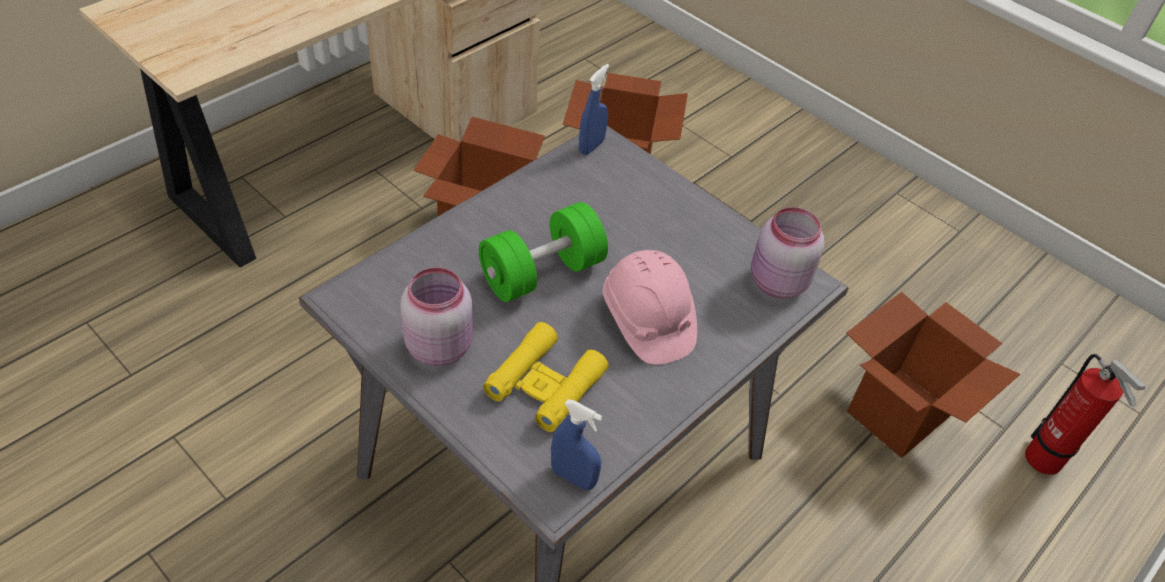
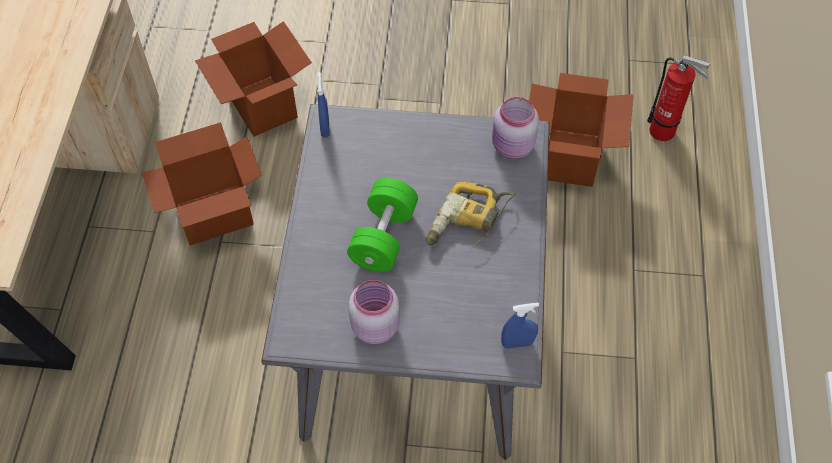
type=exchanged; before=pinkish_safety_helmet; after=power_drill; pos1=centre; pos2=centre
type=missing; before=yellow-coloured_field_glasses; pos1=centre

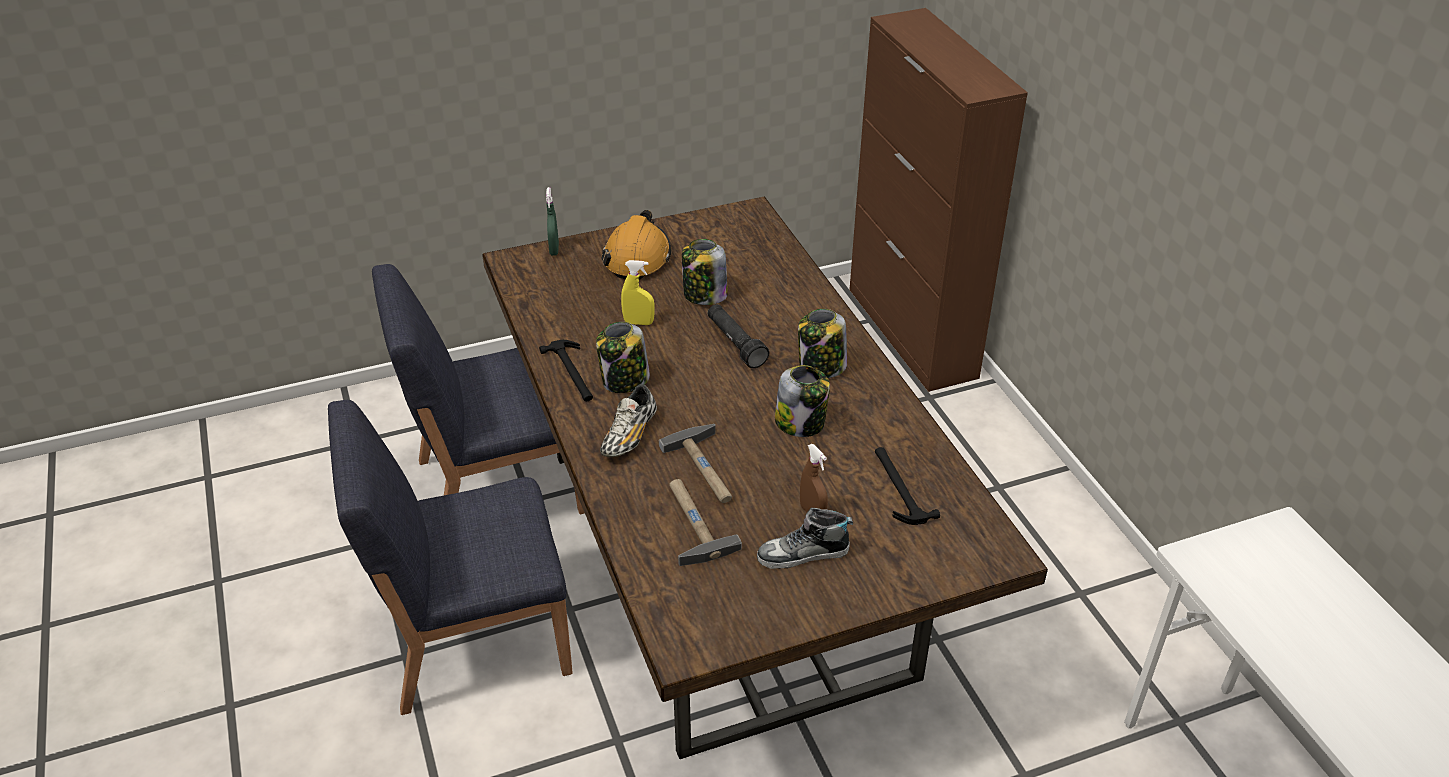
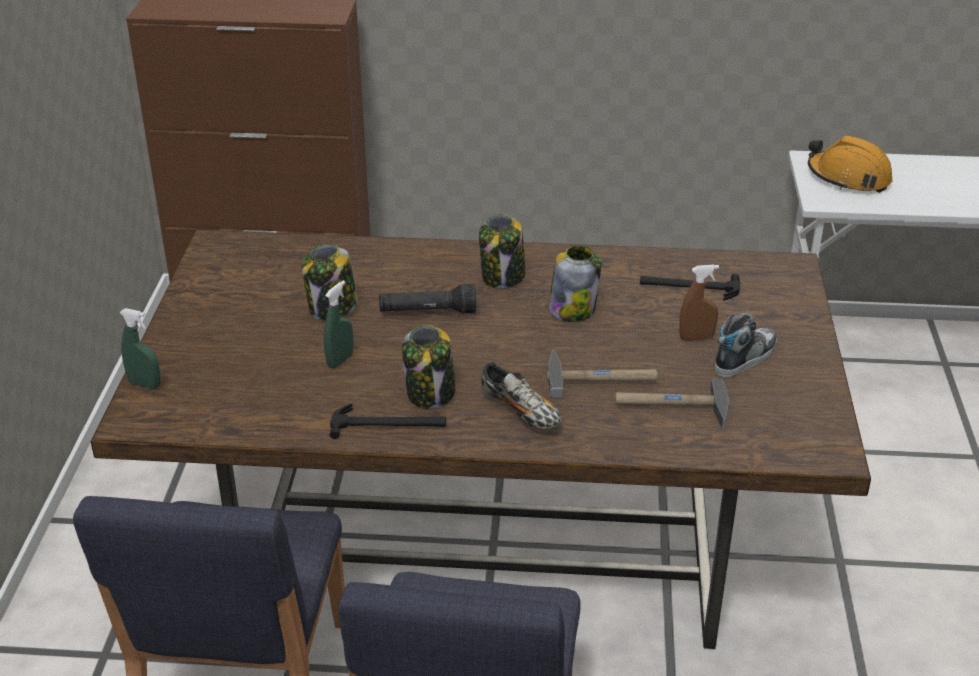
type=relocated; before=orange_safety_helmet; pos1=top centre; pos2=top right
type=colour; before=yellow-coloured_spray_bottle; after=green_spray_bottle (no. 2 from left); pos1=centre; pos2=centre
type=spun; before=item_of_footwear (no. 2 from left); pos1=bottom centre; pos2=middle right; turn=-150

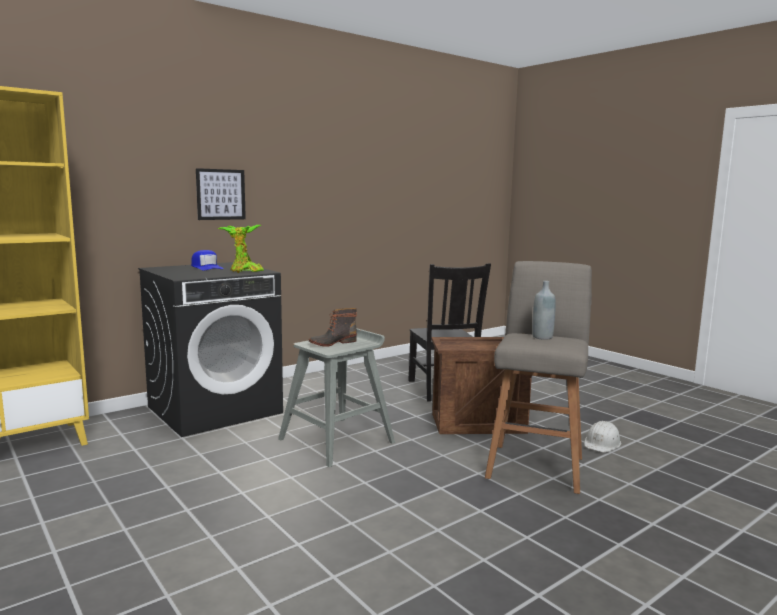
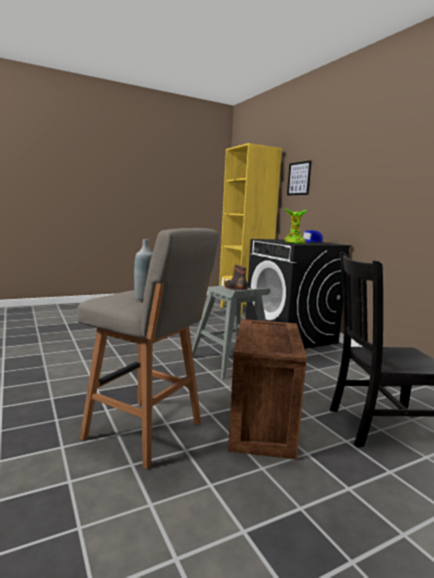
type=relocated; before=wall_art; pos1=top left; pos2=top right
type=missing; before=white_safety_helmet; pos1=bottom right

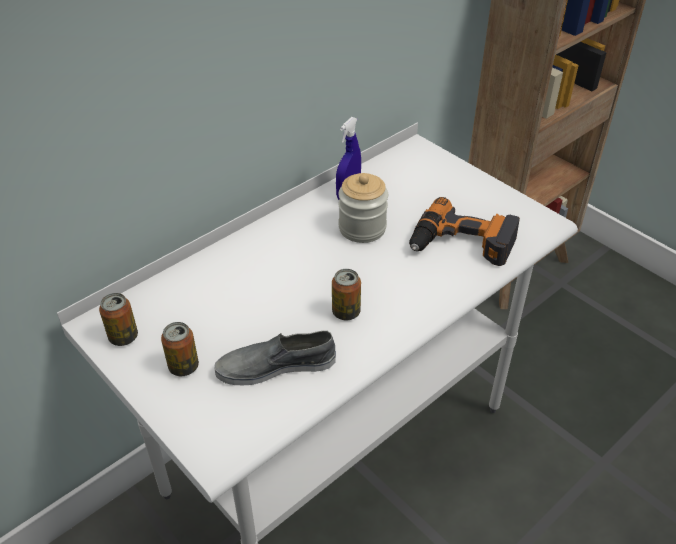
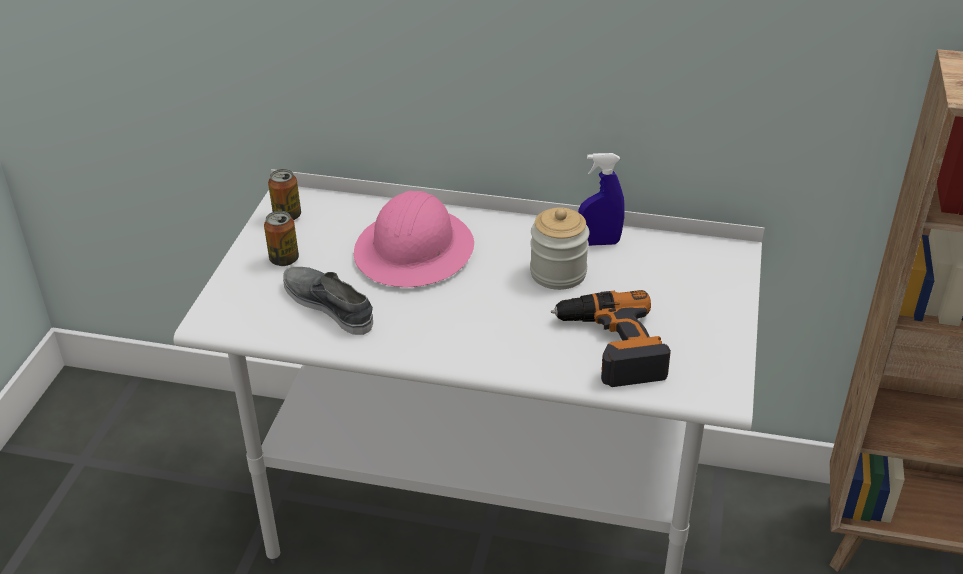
type=missing; before=sealed_can (no. 3 from left); pos1=centre
type=appeared; after=pinkish_safety_helmet; pos2=centre

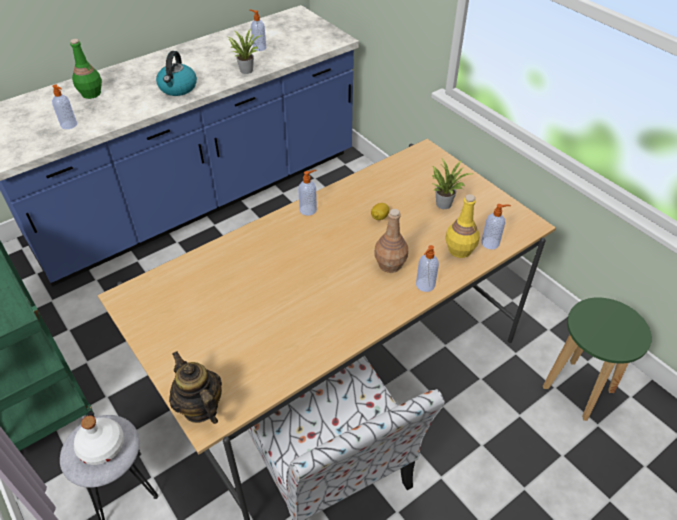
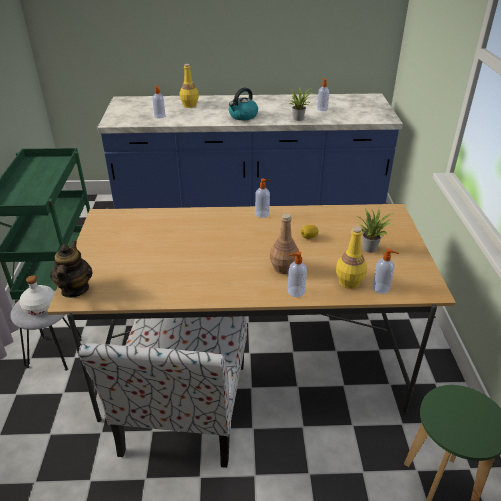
type=colour; before=green_beverage_bottle; after=yellow-coloured_beverage_bottle (no. 1 from left); pos1=top left; pos2=top centre

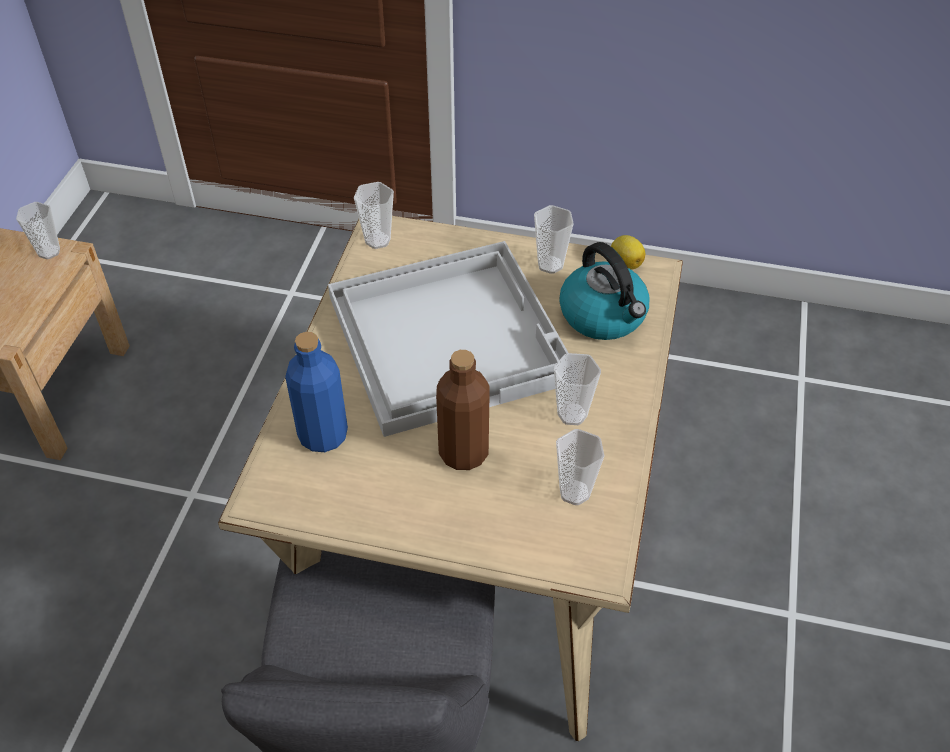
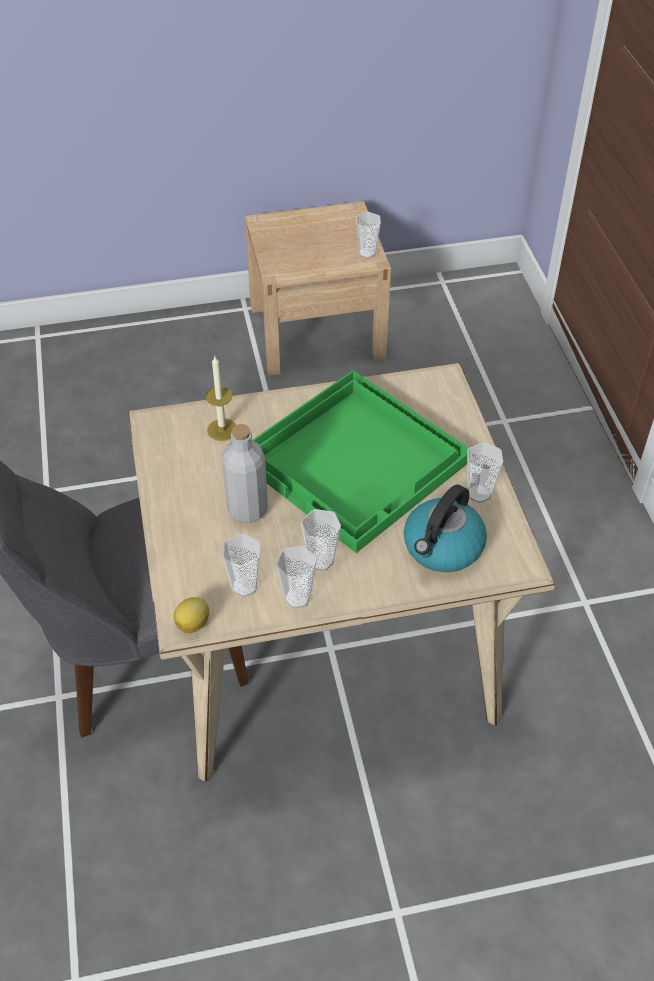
type=relocated; before=small_cup (no. 2 from left); pos1=top centre; pos2=centre
type=relocated; before=lemon; pos1=centre; pos2=middle left
type=colour; before=white_tray; after=green_tray; pos1=centre; pos2=centre
type=exchanged; before=blue_beverage_bottle; after=candle; pos1=middle left; pos2=centre
type=colour; before=brown-coloured_beverage_bottle; after=gray_beverage_bottle; pos1=centre; pos2=centre

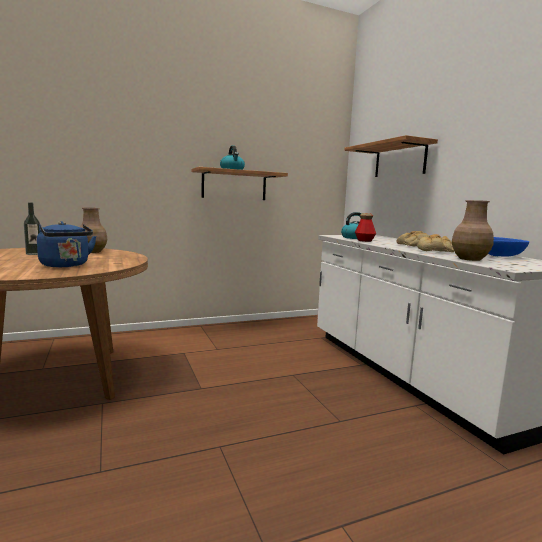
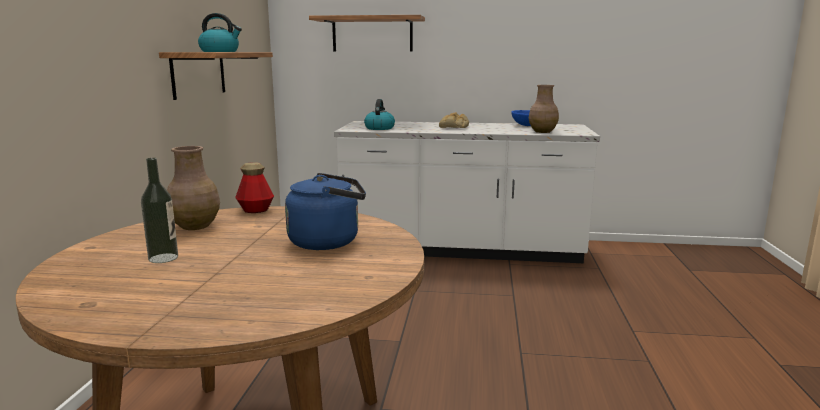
type=relocated; before=beverage_bottle (no. 2 from left); pos1=middle right; pos2=middle left
type=missing; before=bakery_bread (no. 2 from left); pos1=middle right

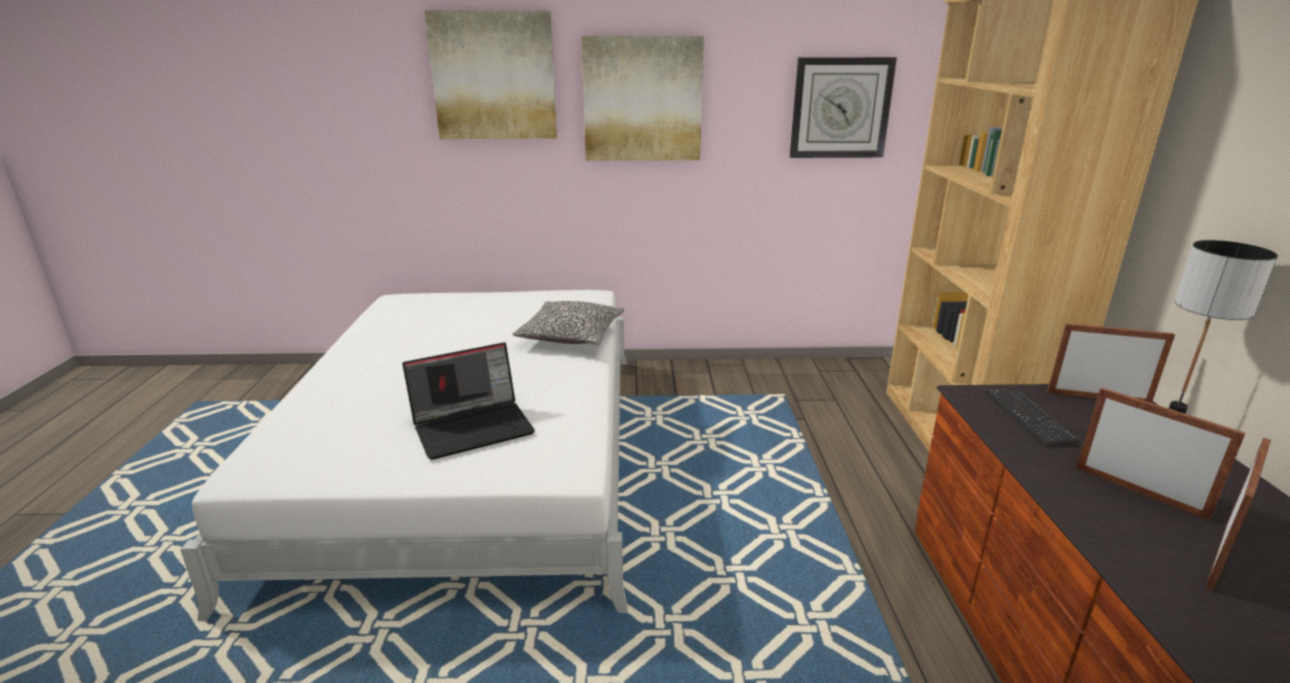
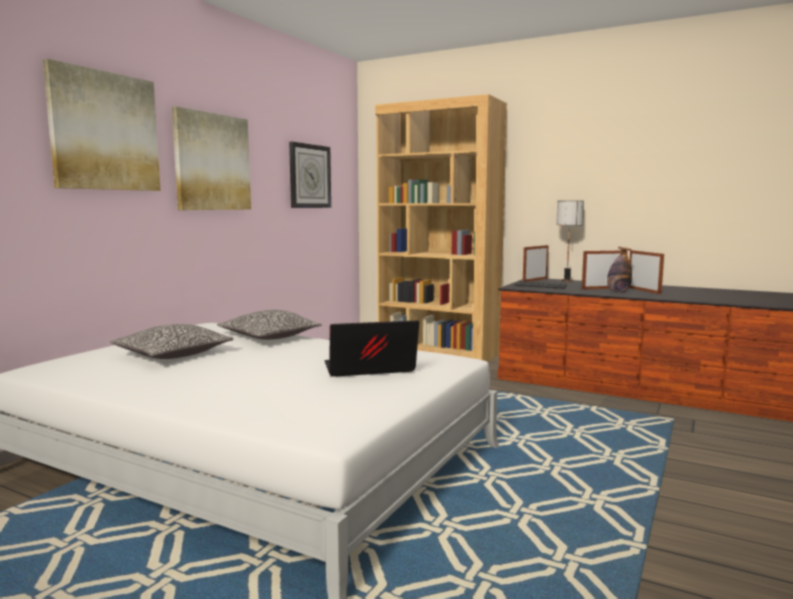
type=spun; before=portable_computer; pos1=centre; pos2=centre; turn=-105
type=appeared; after=beverage_bottle; pos2=middle right
type=appeared; after=pillow (no. 1 from left); pos2=middle left

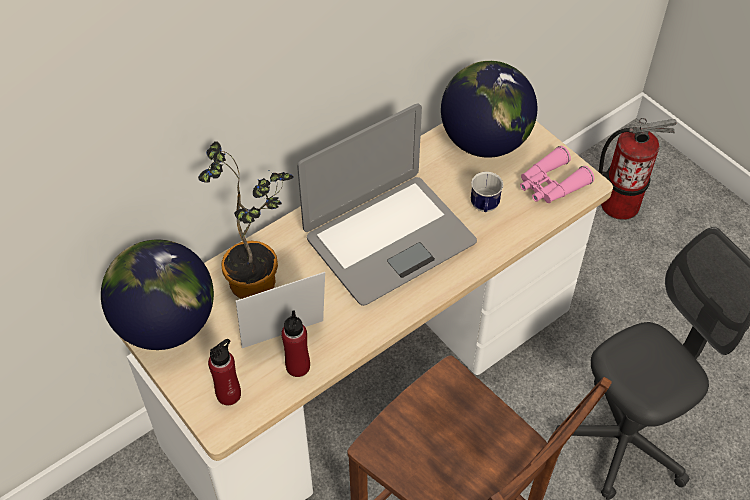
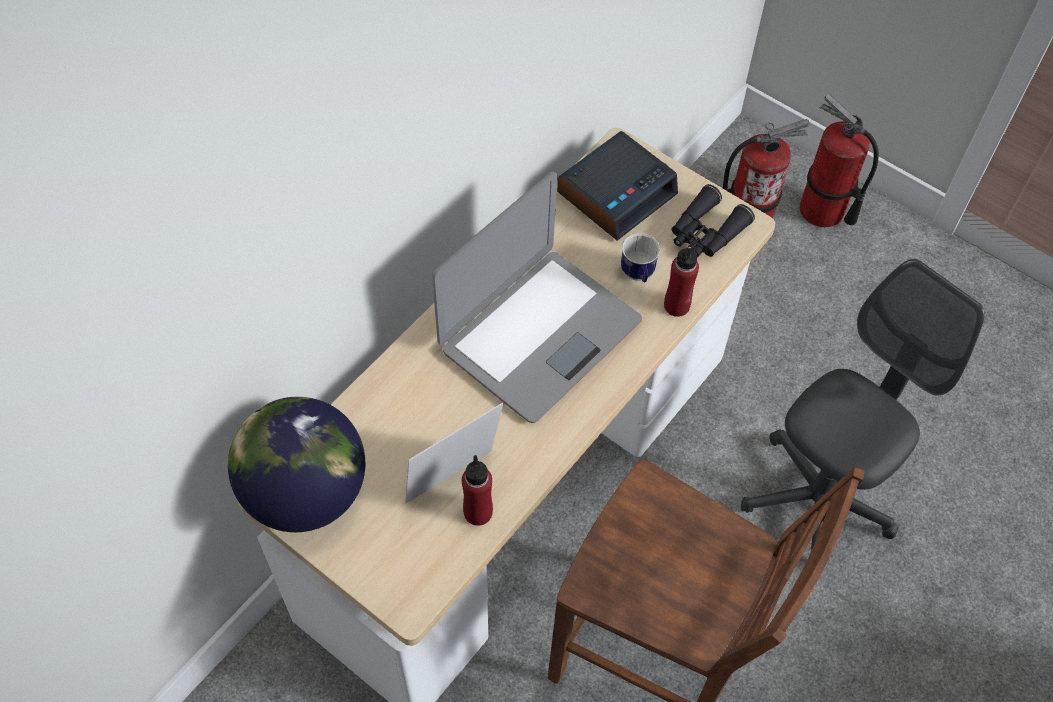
type=exchanged; before=world_globe (no. 2 from left); after=bedside_clock; pos1=top centre; pos2=top centre
type=missing; before=plant_in_a_pot; pos1=middle left
type=colour; before=pinkish_field_glasses; after=black-coloured_field_glasses; pos1=middle right; pos2=top right
type=relocated; before=reddish_beverage_bottle (no. 1 from left in the first image); after=reddish_beverage_bottle (no. 2 from left); pos1=bottom left; pos2=centre
type=appeared; after=fire-fighting_cylinder (no. 2 from left); pos2=top right

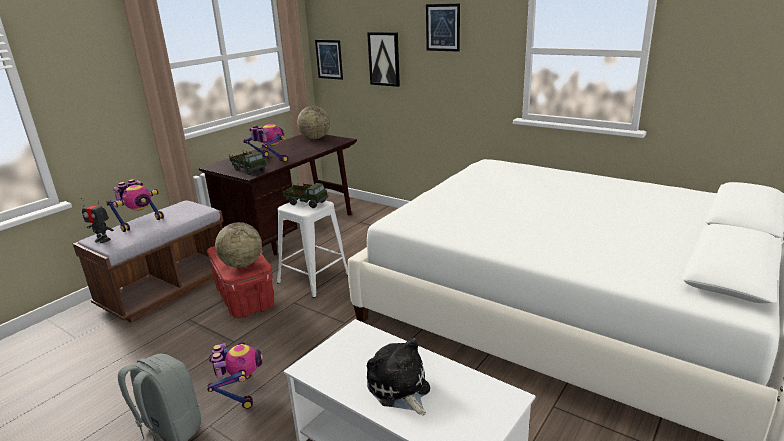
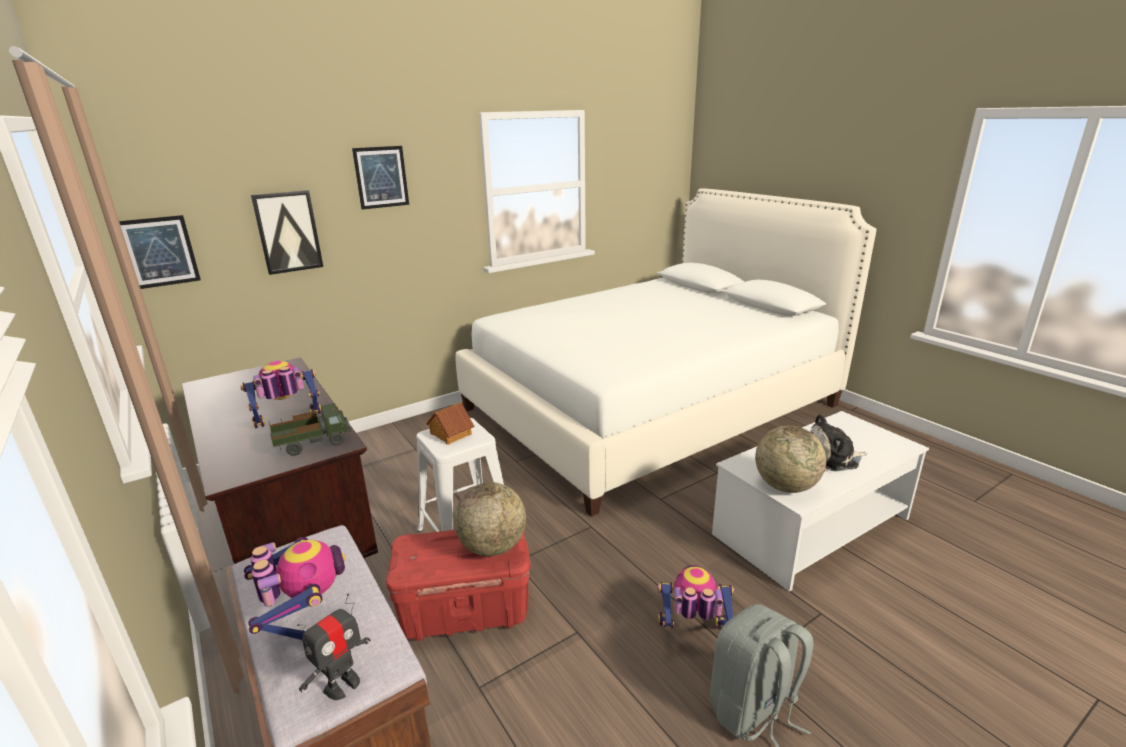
type=relocated; before=world_globe (no. 2 from left); pos1=top centre; pos2=middle right
type=exchanged; before=model_truck (no. 2 from left); after=toy_house; pos1=centre; pos2=centre

